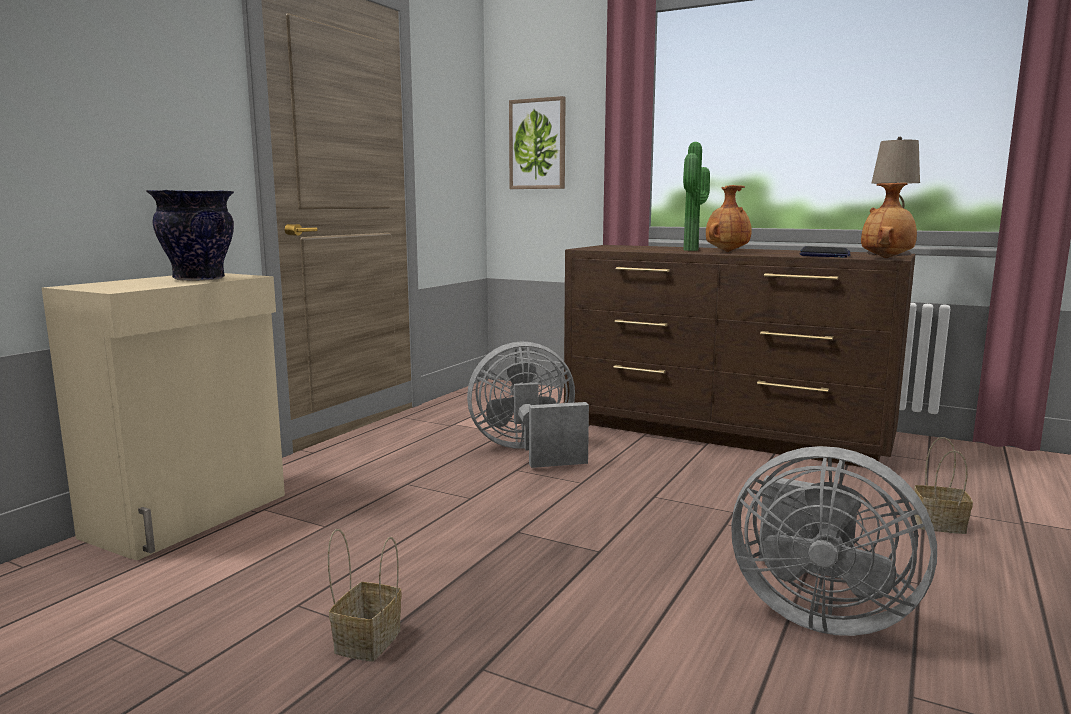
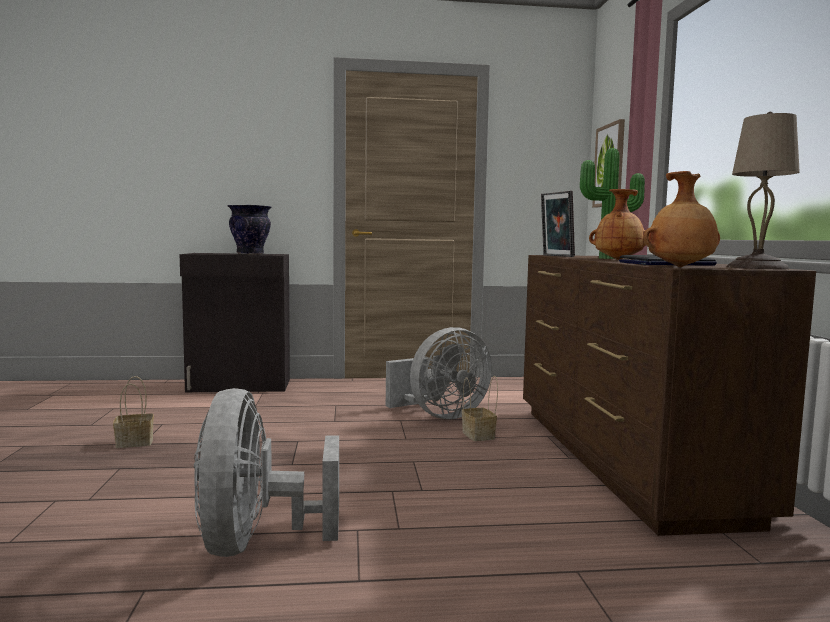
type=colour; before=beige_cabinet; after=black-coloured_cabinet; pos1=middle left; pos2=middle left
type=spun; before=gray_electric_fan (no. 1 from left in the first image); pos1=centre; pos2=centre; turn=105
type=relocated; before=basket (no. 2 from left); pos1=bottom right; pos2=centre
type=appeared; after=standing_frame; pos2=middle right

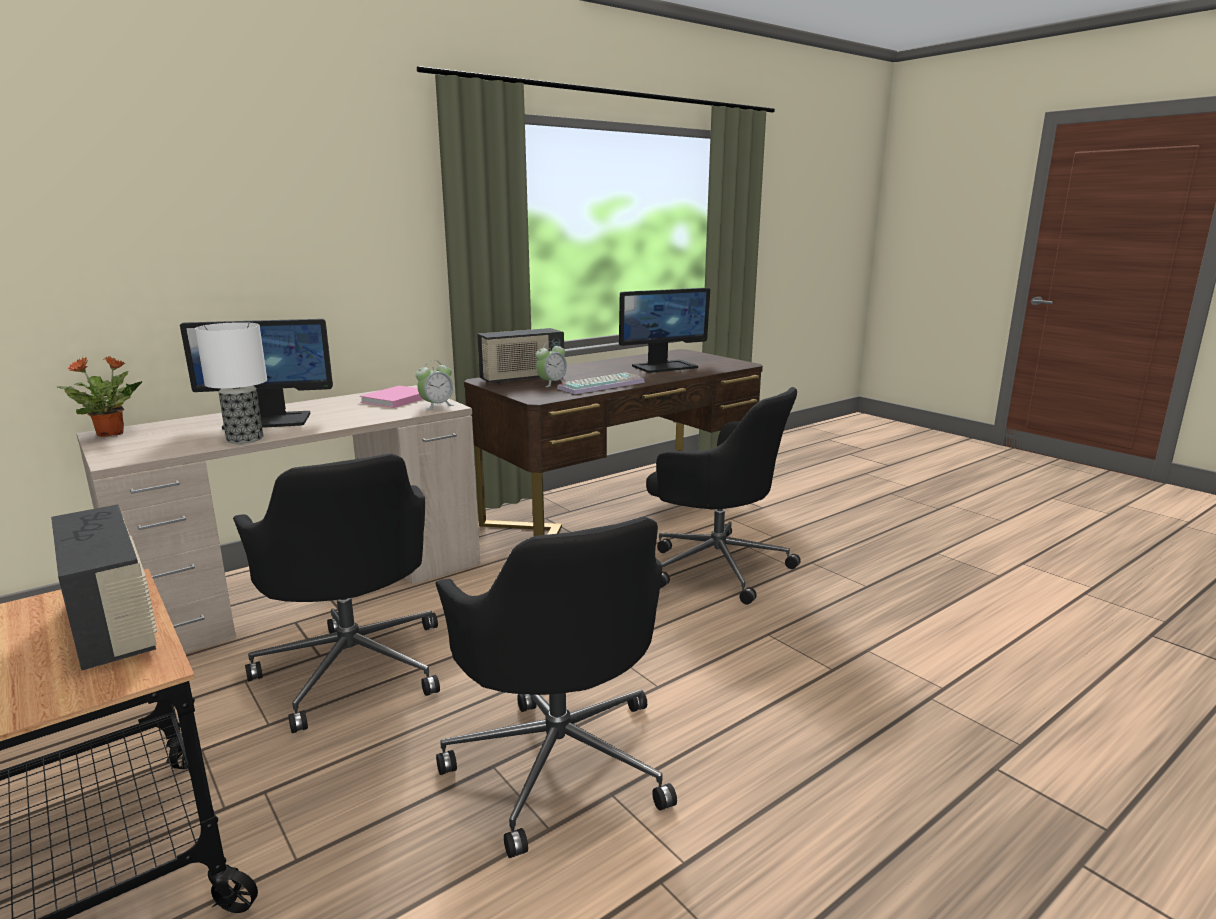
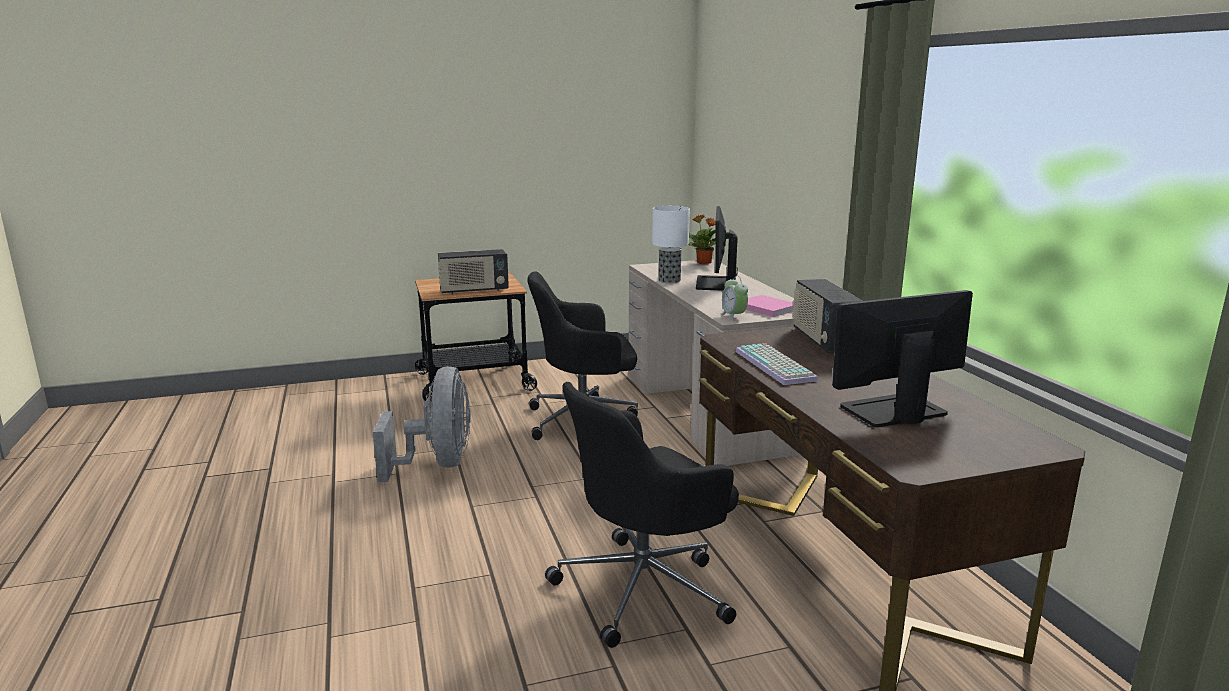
type=spun; before=computer_display (no. 2 from left); pos1=centre; pos2=middle right; turn=75
type=missing; before=bedside_clock (no. 2 from left); pos1=centre
type=exchanged; before=black-coloured_office_chair (no. 2 from left); after=gray_electric_fan; pos1=bottom centre; pos2=centre

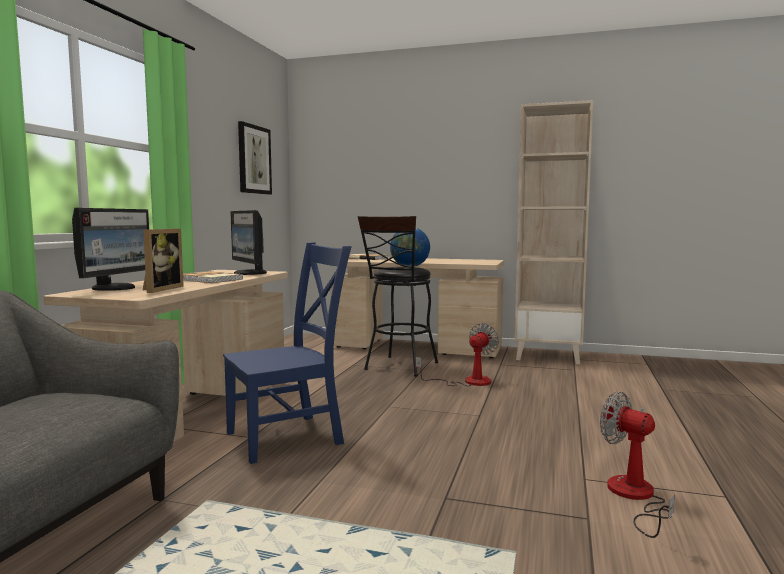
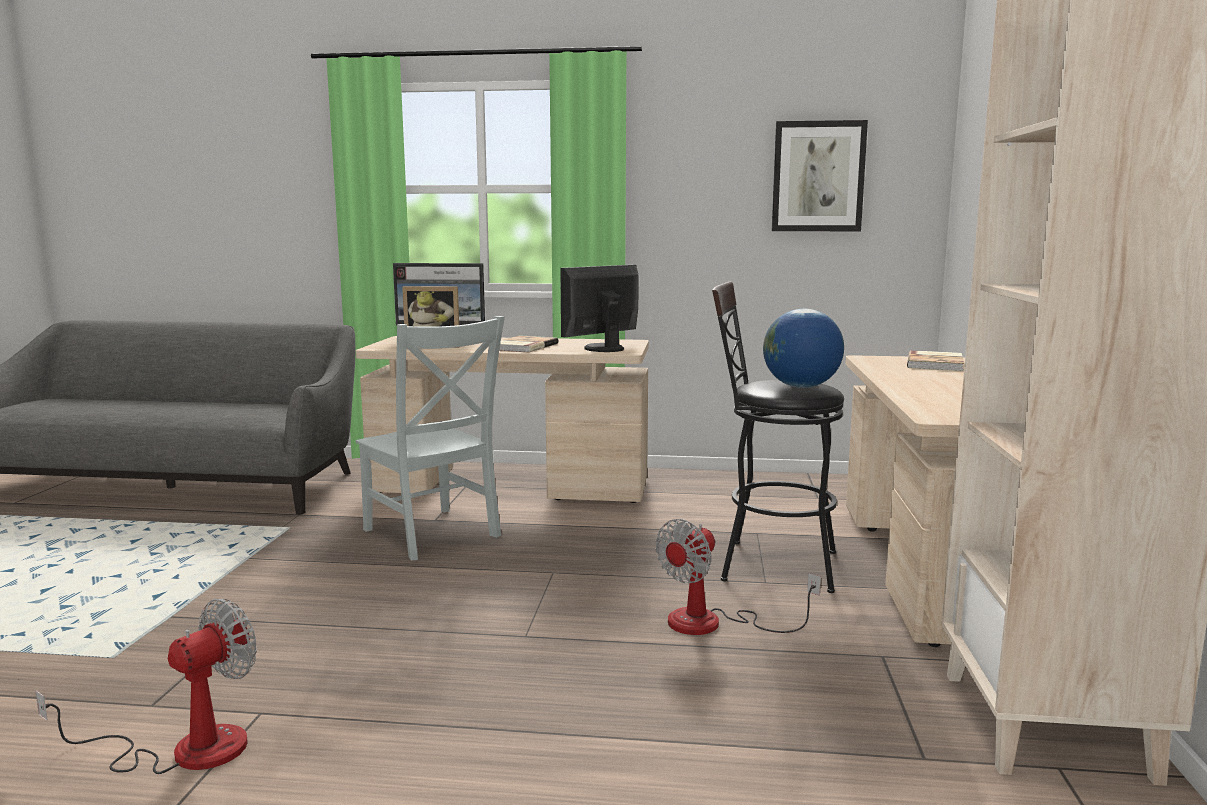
type=colour; before=blue_upright_chair; after=gray_upright_chair; pos1=centre; pos2=centre
type=spun; before=electric_fan (no. 1 from left in the first image); pos1=centre; pos2=bottom centre; turn=105

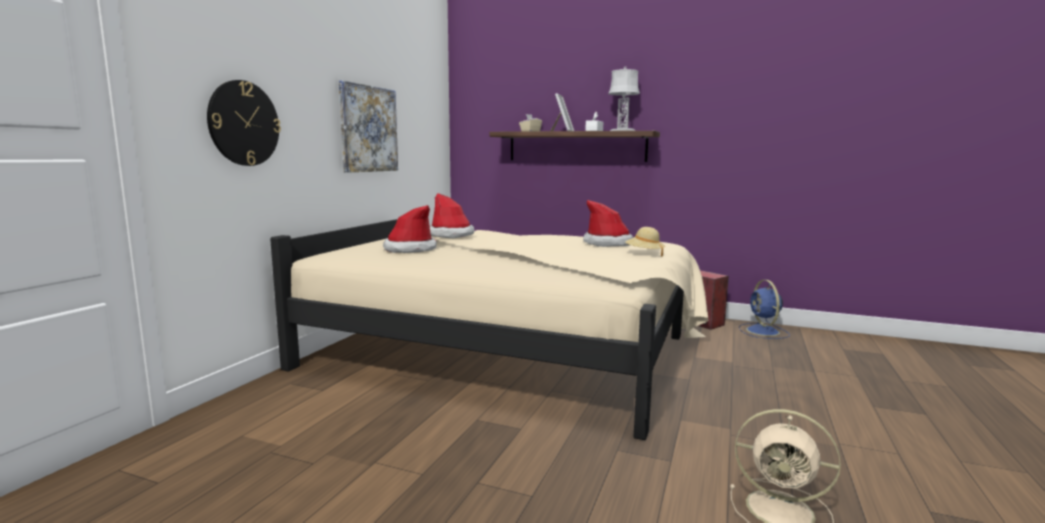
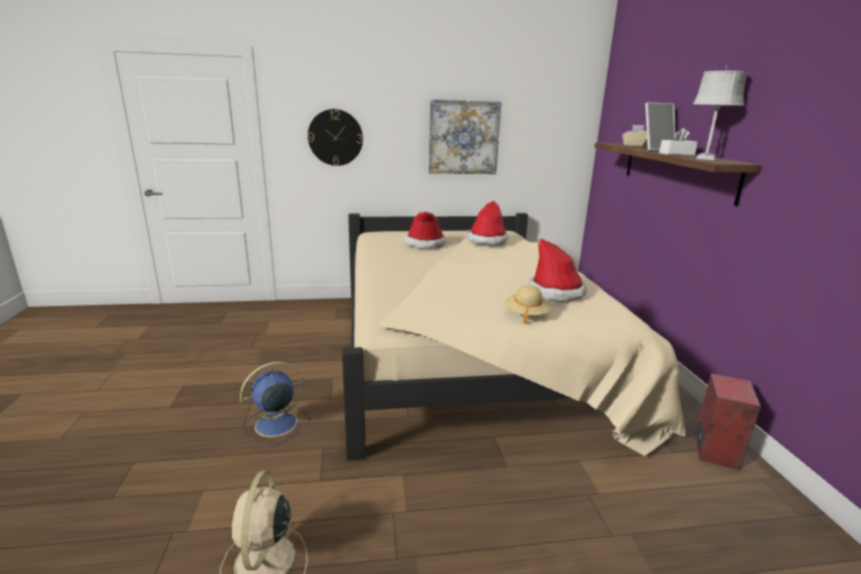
type=relocated; before=blue_electric_fan; pos1=middle right; pos2=bottom left

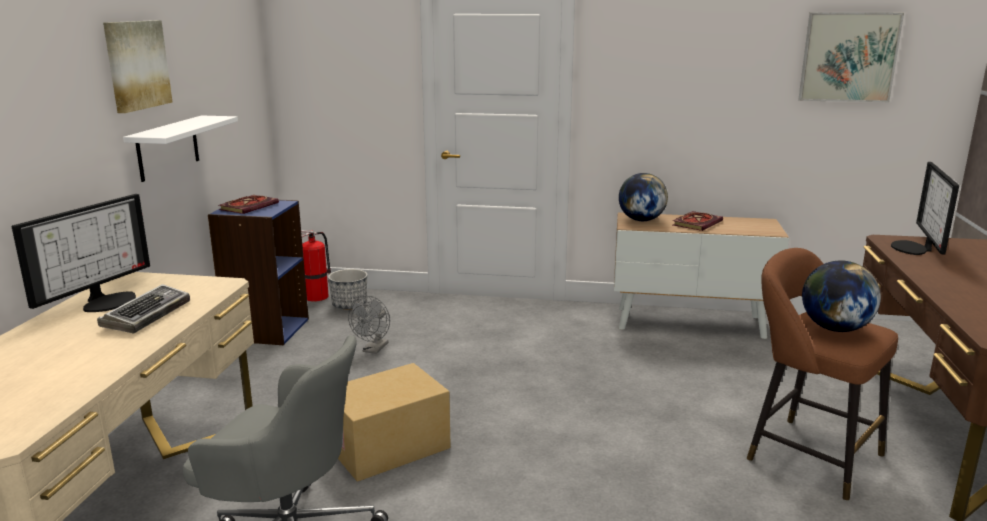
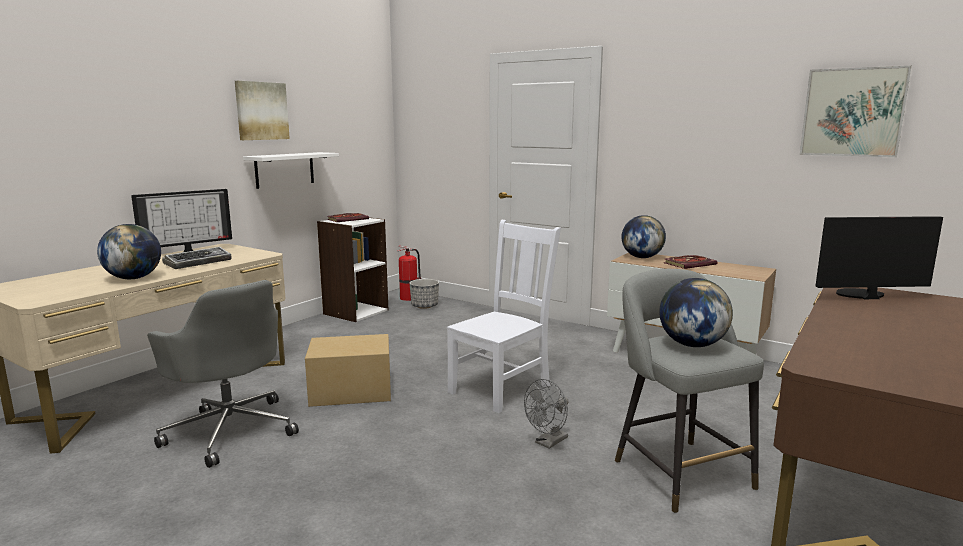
type=spun; before=computer_display (no. 2 from left); pos1=middle right; pos2=middle right; turn=45
type=colour; before=blue_bookshelf; after=white_bookshelf; pos1=middle left; pos2=centre
type=colour; before=brown-coloured_stool_seat; after=gray_stool_seat; pos1=bottom right; pos2=bottom right
type=relocated; before=gray_electric_fan; pos1=centre; pos2=bottom centre
type=appeared; after=white_upright_chair; pos2=centre
type=appeared; after=world_globe (no. 1 from left); pos2=middle left

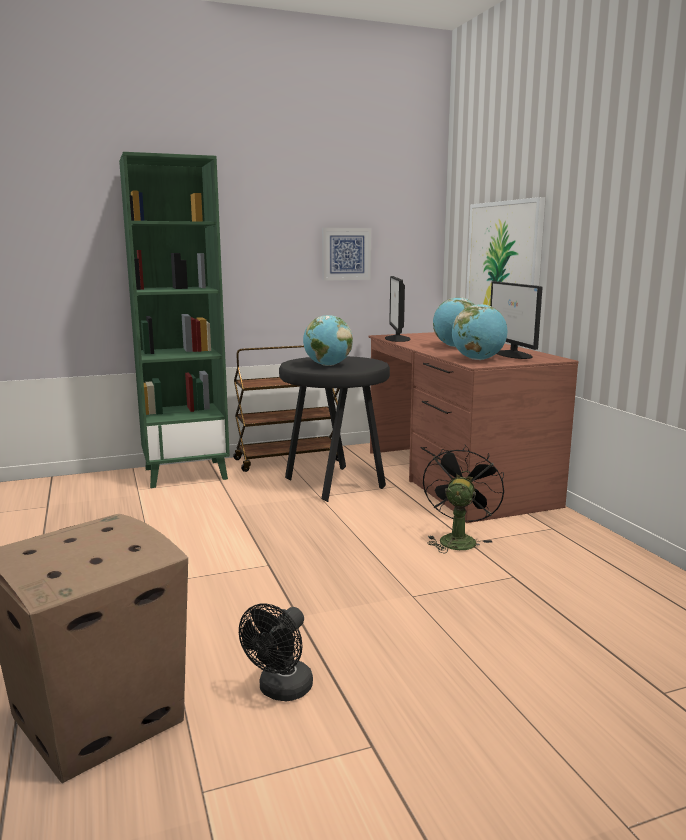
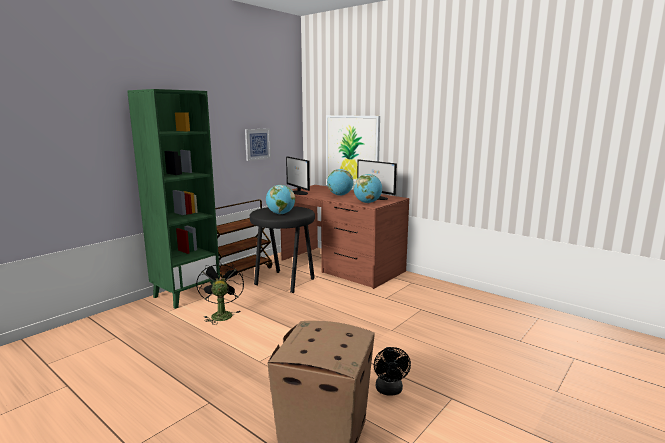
type=relocated; before=black-coloured_electric_fan (no. 2 from left in the first image); after=black-coloured_electric_fan (no. 1 from left); pos1=middle right; pos2=middle left

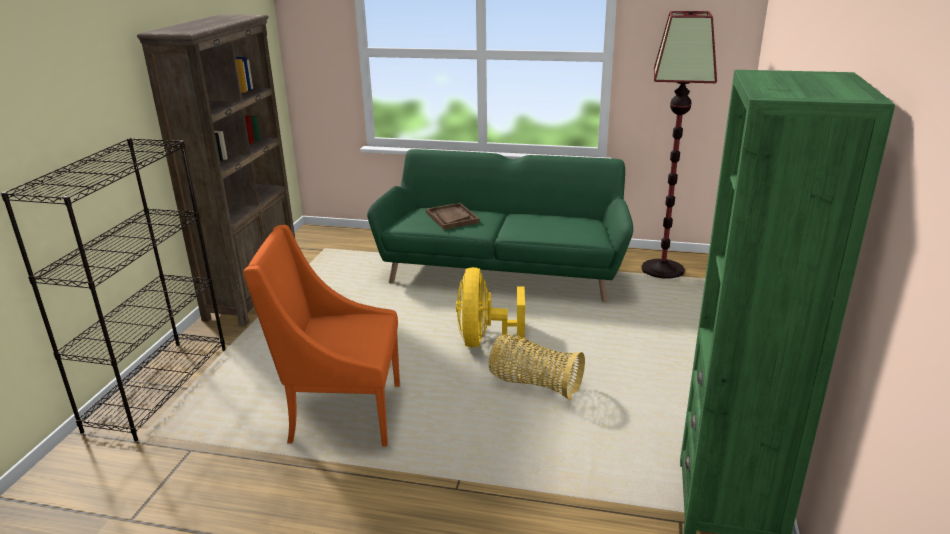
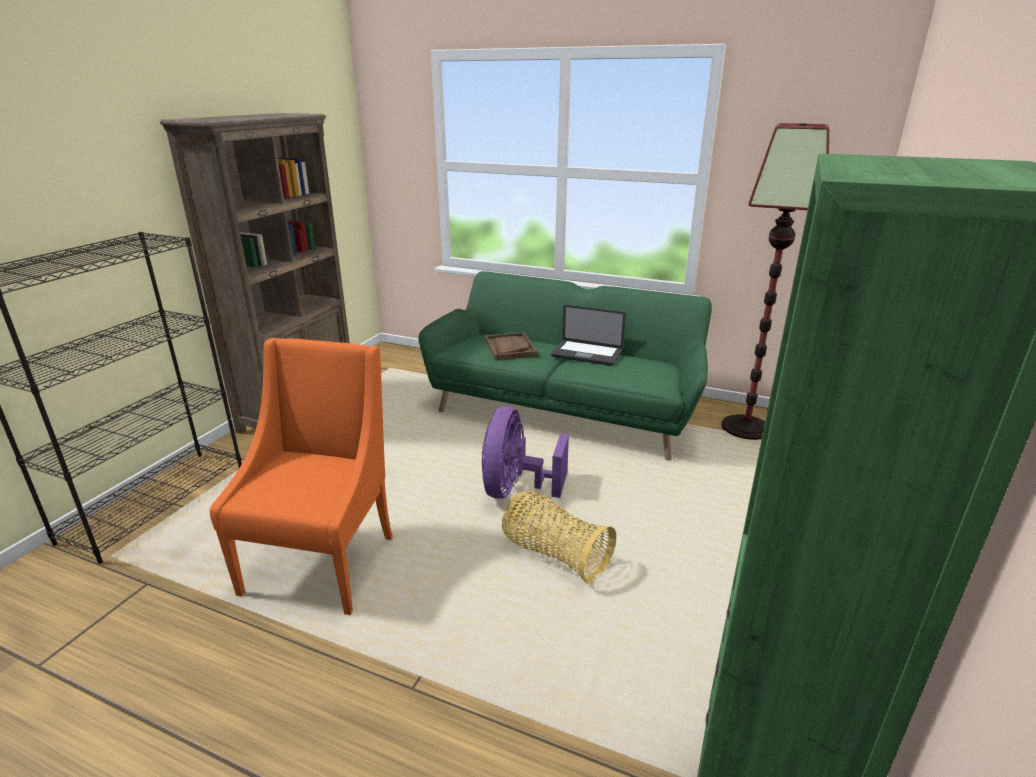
type=spun; before=orange_lounge_chair; pos1=centre; pos2=middle left; turn=90
type=colour; before=yellow-coloured_electric_fan; after=purple_electric_fan; pos1=centre; pos2=centre
type=appeared; after=portable_computer; pos2=centre

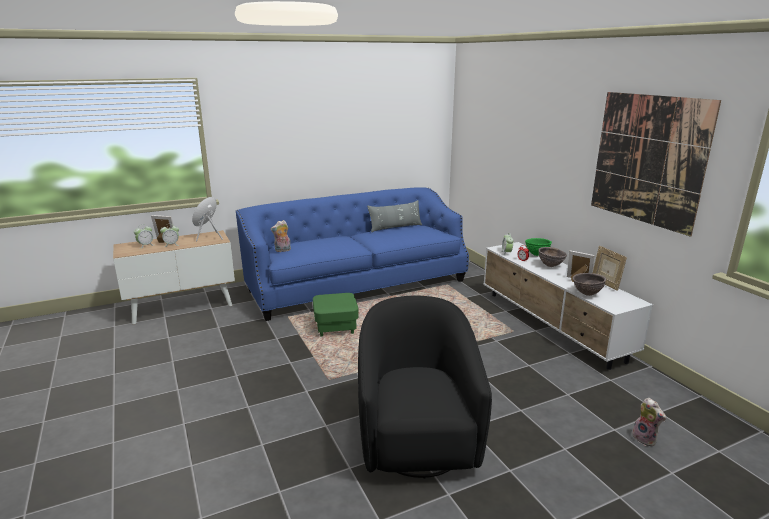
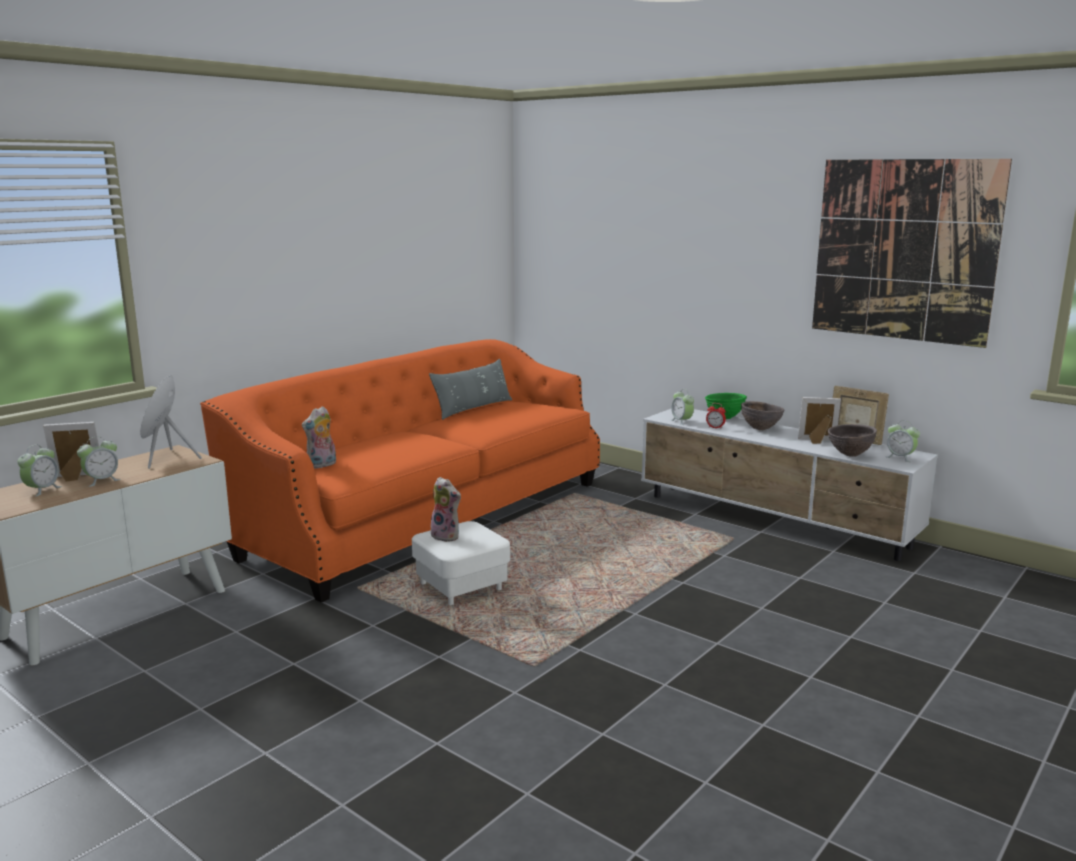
type=colour; before=blue_sofa; after=orange_sofa; pos1=centre; pos2=centre
type=colour; before=green_pouffe; after=white_pouffe; pos1=centre; pos2=centre
type=missing; before=black-coloured_lounge_chair; pos1=bottom centre
type=relocated; before=soft_toy (no. 2 from left); pos1=bottom right; pos2=centre
type=appeared; after=bedside_clock (no. 5 from left); pos2=middle right

